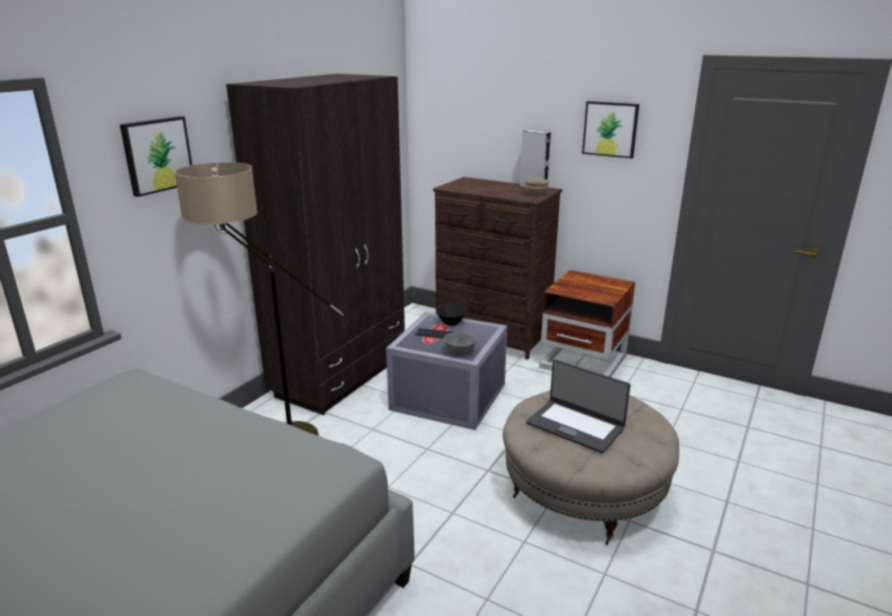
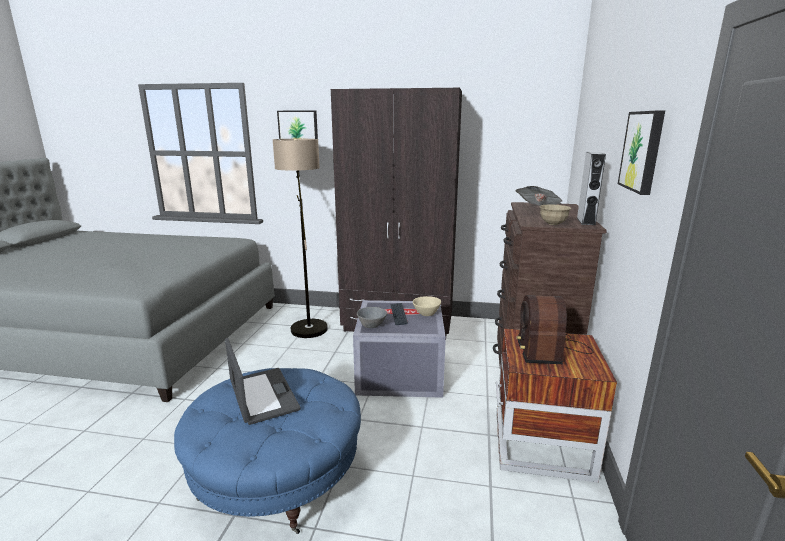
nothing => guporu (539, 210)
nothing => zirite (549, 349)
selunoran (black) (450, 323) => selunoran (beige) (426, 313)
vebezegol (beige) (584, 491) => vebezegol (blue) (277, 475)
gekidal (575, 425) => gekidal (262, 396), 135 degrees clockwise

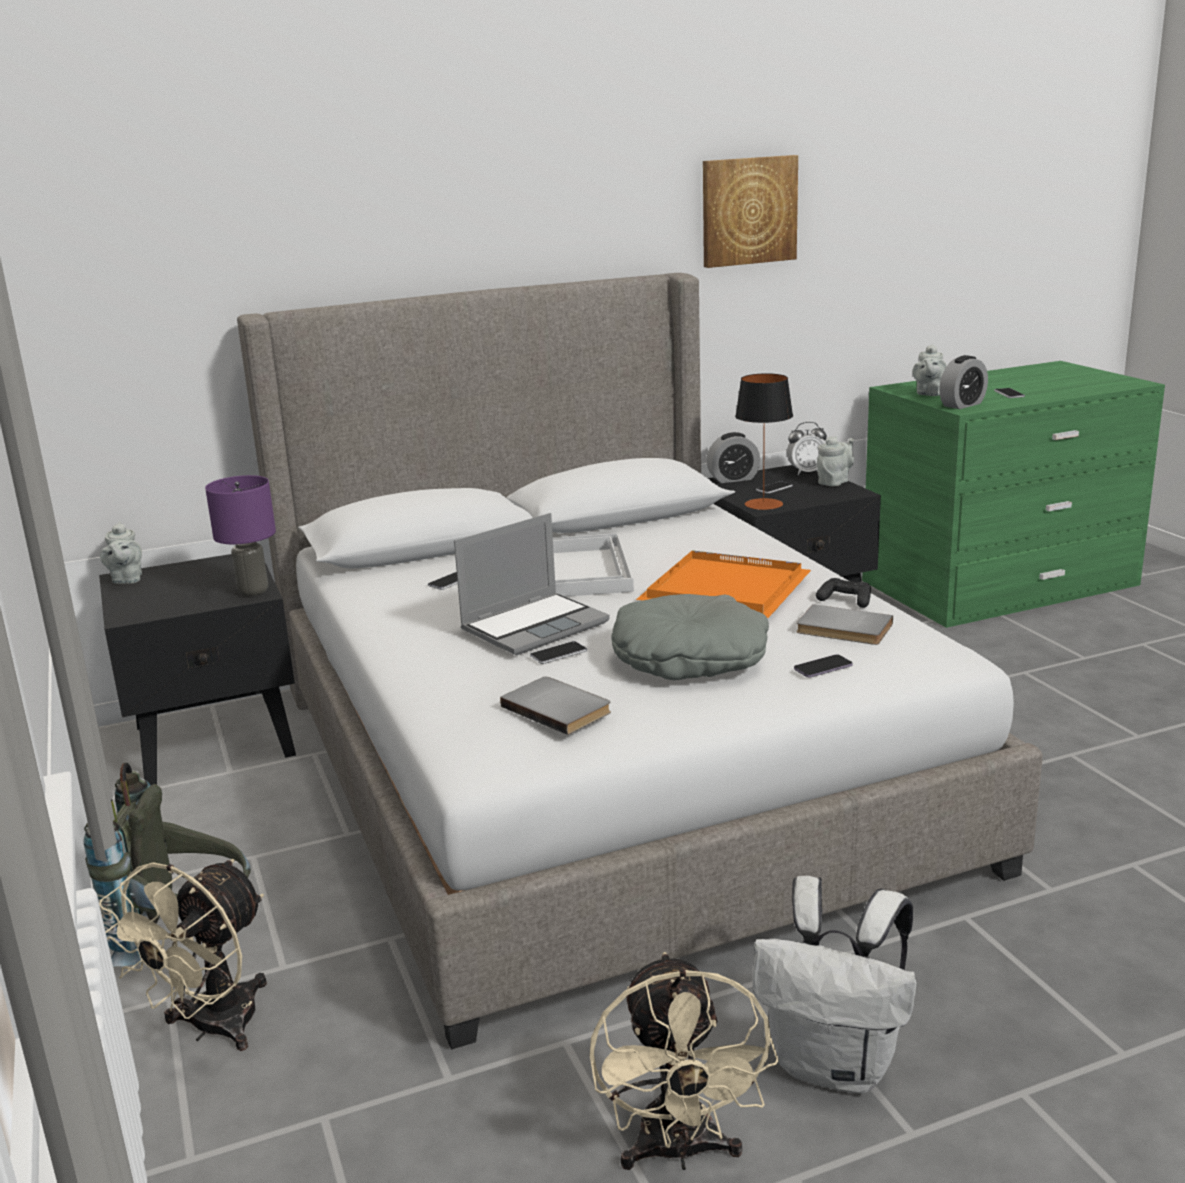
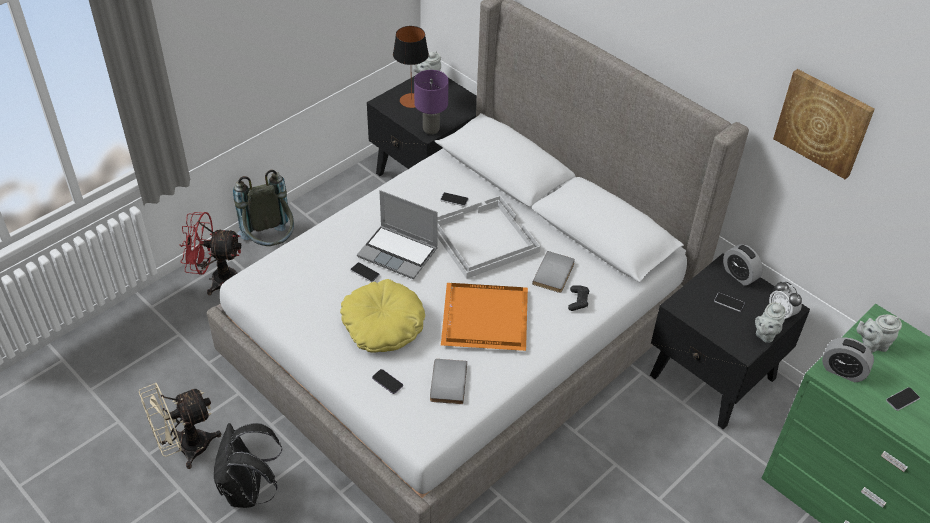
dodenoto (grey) (559, 708) => dodenoto (grey) (555, 274), moved
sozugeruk (763, 504) => sozugeruk (411, 100), moved
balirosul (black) (845, 600) => balirosul (black) (578, 301), moved
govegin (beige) (211, 1029) => govegin (red) (217, 279)
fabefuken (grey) (689, 658) => fabefuken (yellow) (384, 325)
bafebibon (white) (836, 1064) => bafebibon (black) (248, 491)
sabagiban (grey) (834, 482) => sabagiban (grey) (765, 334), 105 degrees clockwise

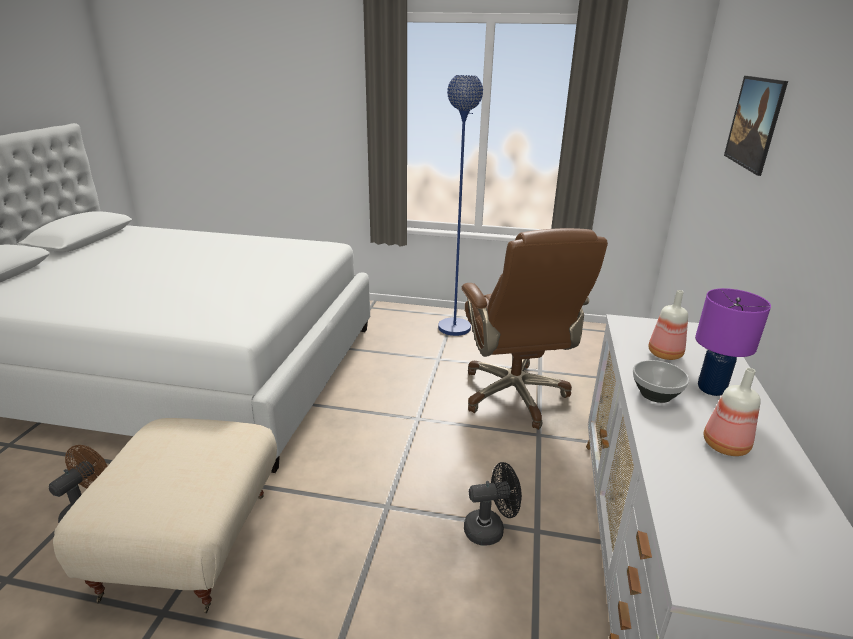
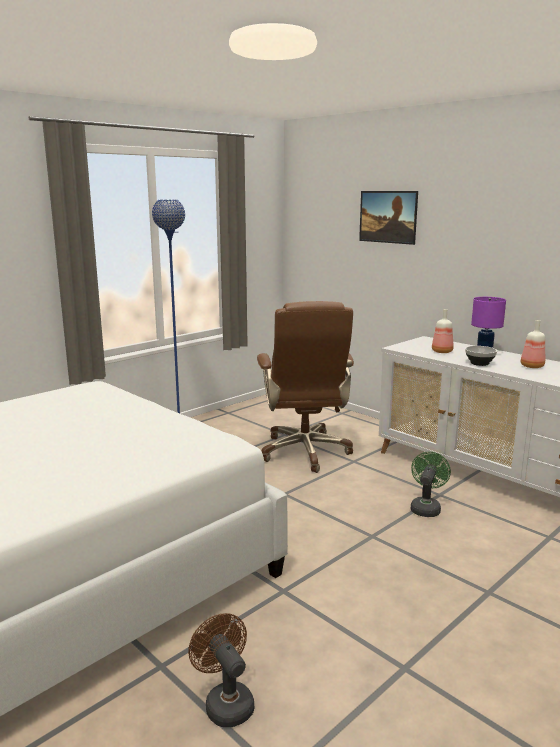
vebezegol (beige) (193, 544) => nothing
govegin (black) (490, 529) => govegin (green) (426, 508)
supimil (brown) (514, 397) => supimil (brown) (304, 453), 60 degrees clockwise

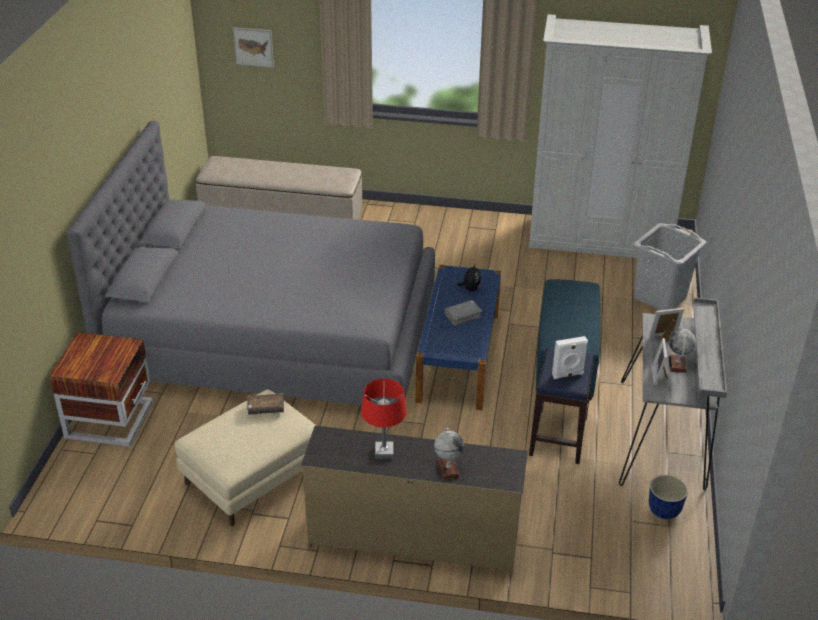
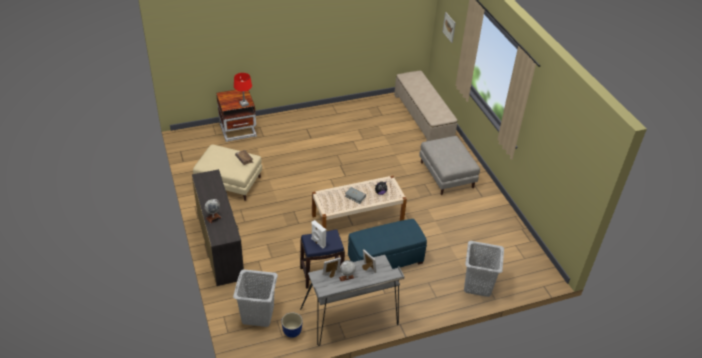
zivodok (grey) (273, 336) => nothing
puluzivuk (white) (600, 239) => nothing
nothing => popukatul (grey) (257, 314)
nothing => vebezegol (grey) (447, 175)
sozugeruk (red) (384, 452) => sozugeruk (red) (244, 104), moved
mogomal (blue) (458, 356) => mogomal (beige) (357, 218)

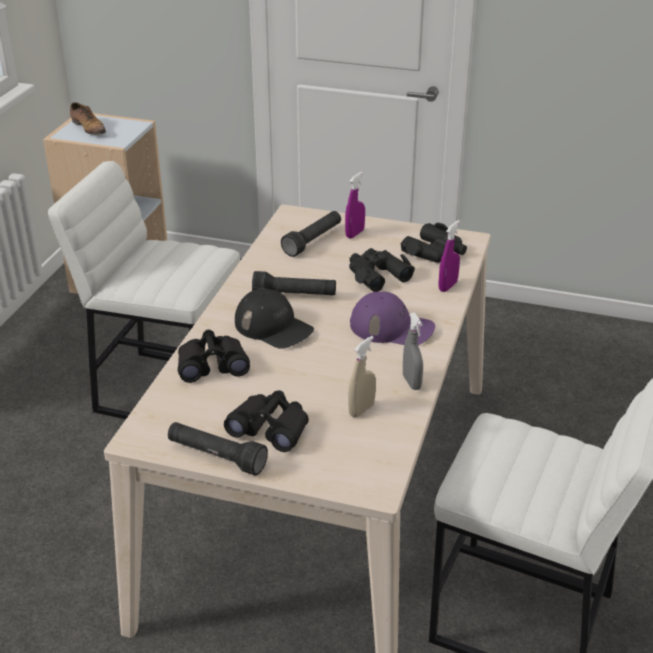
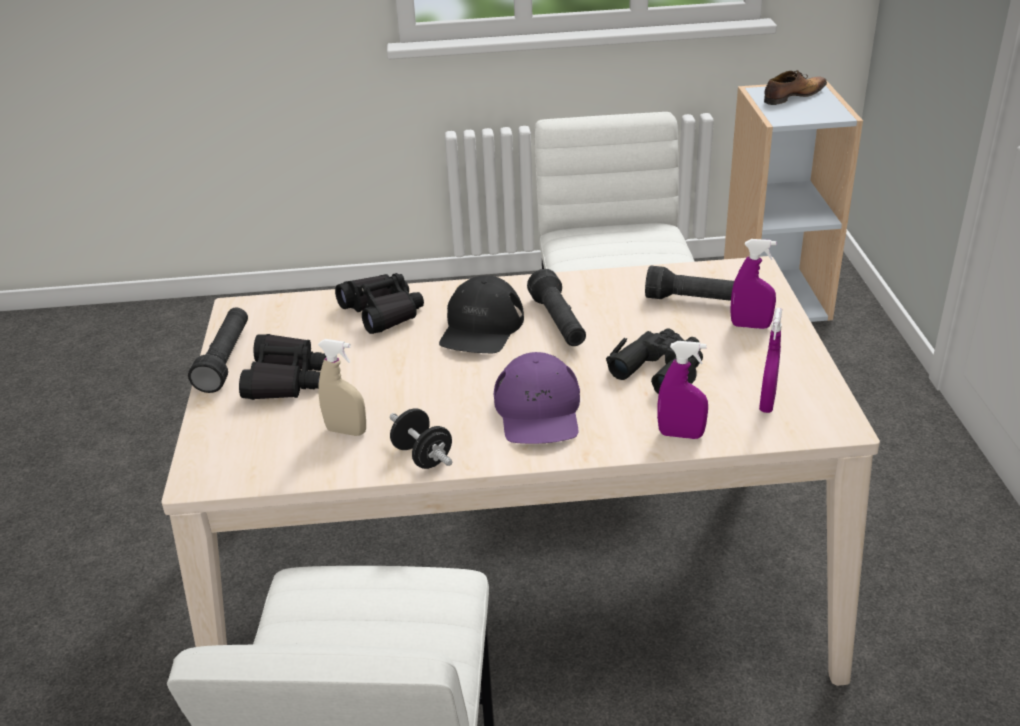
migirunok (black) (435, 252) => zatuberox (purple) (767, 403)
zatuberox (grey) (411, 382) => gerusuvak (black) (422, 456)
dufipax (89, 128) => dufipax (792, 96), 150 degrees counterclockwise

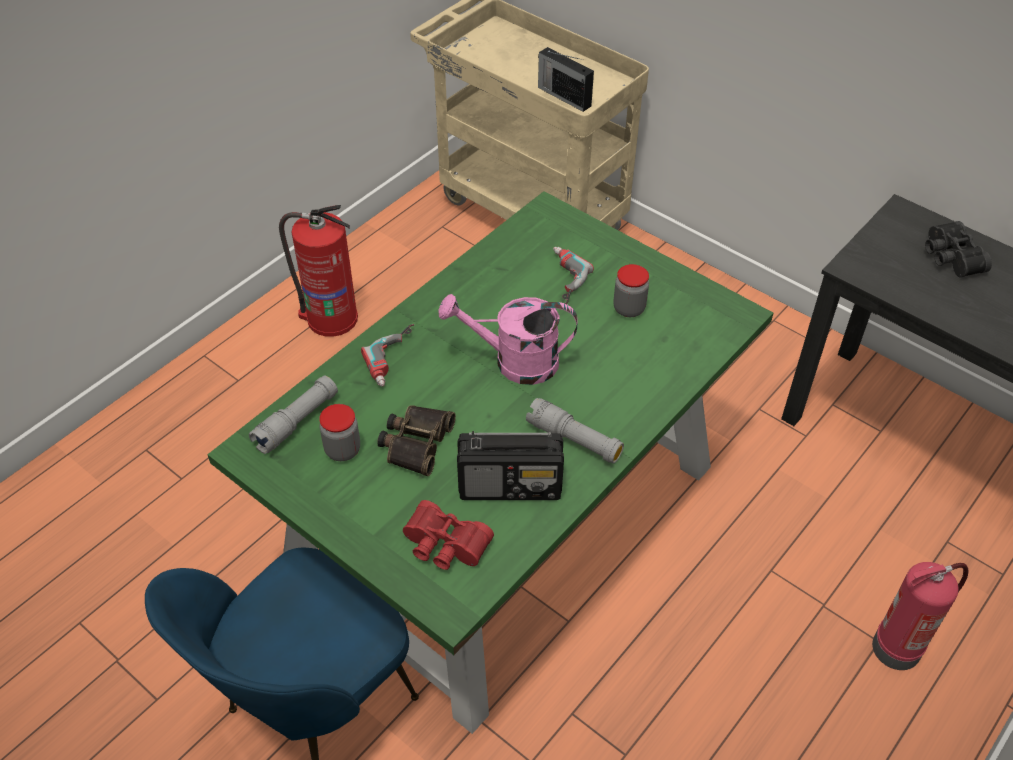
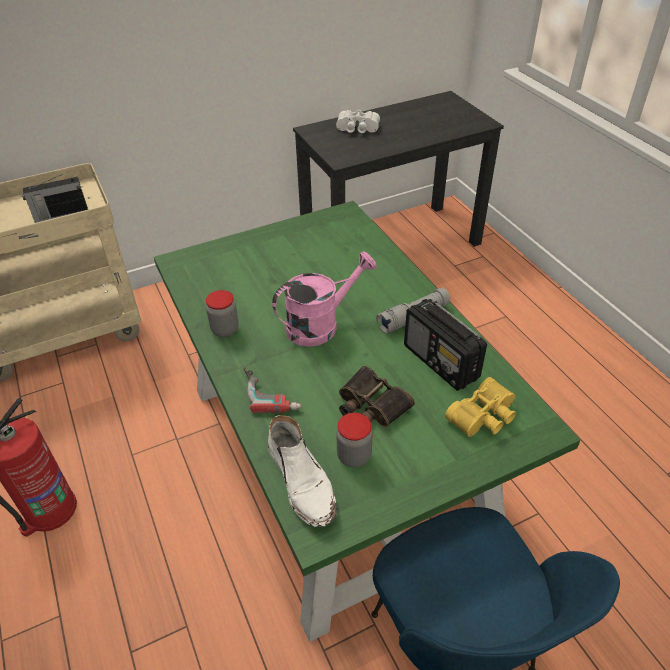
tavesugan (560, 278) => nothing
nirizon (898, 646) => nothing
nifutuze (629, 308) => nifutuze (225, 329), moved
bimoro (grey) (297, 422) => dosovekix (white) (303, 481)
migirunok (red) (444, 546) => migirunok (yellow) (484, 417)
migirunok (black) (949, 257) => migirunok (white) (357, 129)
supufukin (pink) (514, 362) => supufukin (pink) (320, 324), 150 degrees counterclockwise
zirite (511, 486) => zirite (441, 362), 120 degrees clockwise

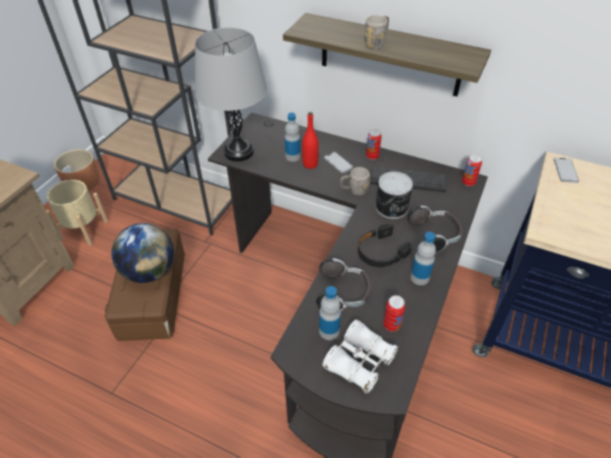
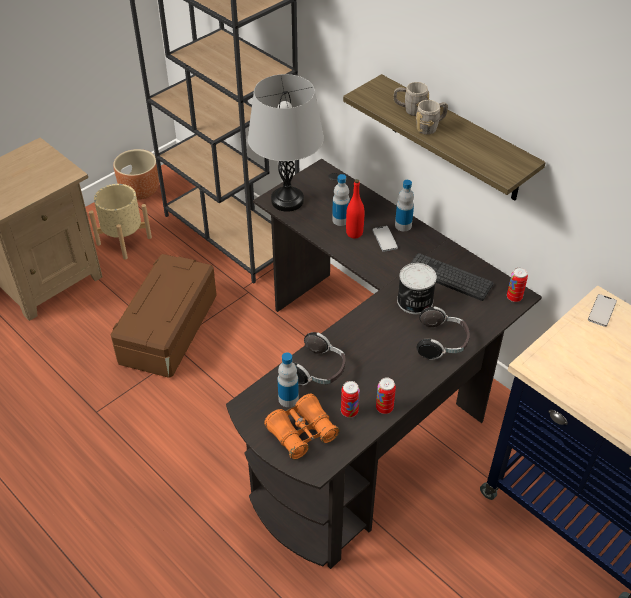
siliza (150, 271) => nothing
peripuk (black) (380, 252) => nothing
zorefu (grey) (354, 190) => zorefu (grey) (410, 110), moved
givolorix (372, 156) => givolorix (384, 408), moved
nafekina (419, 277) => nafekina (403, 225), moved
migirunok (white) (359, 362) => migirunok (orange) (302, 433)

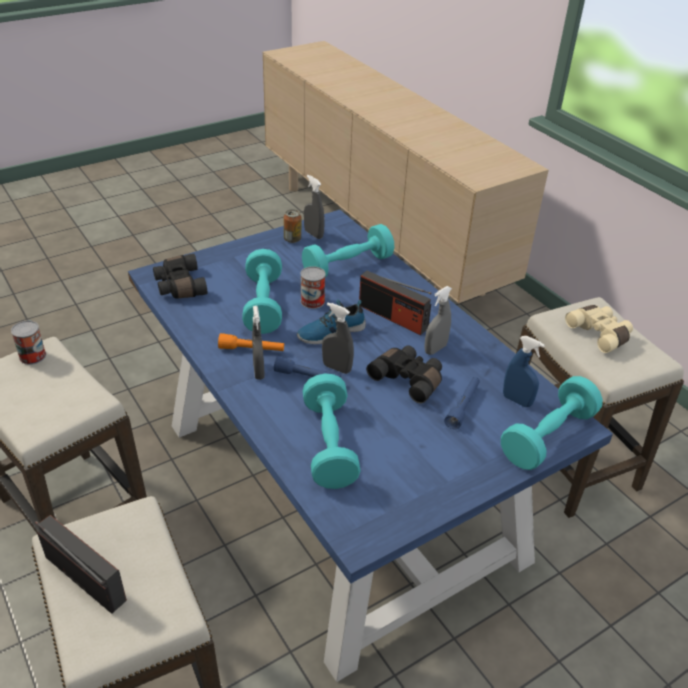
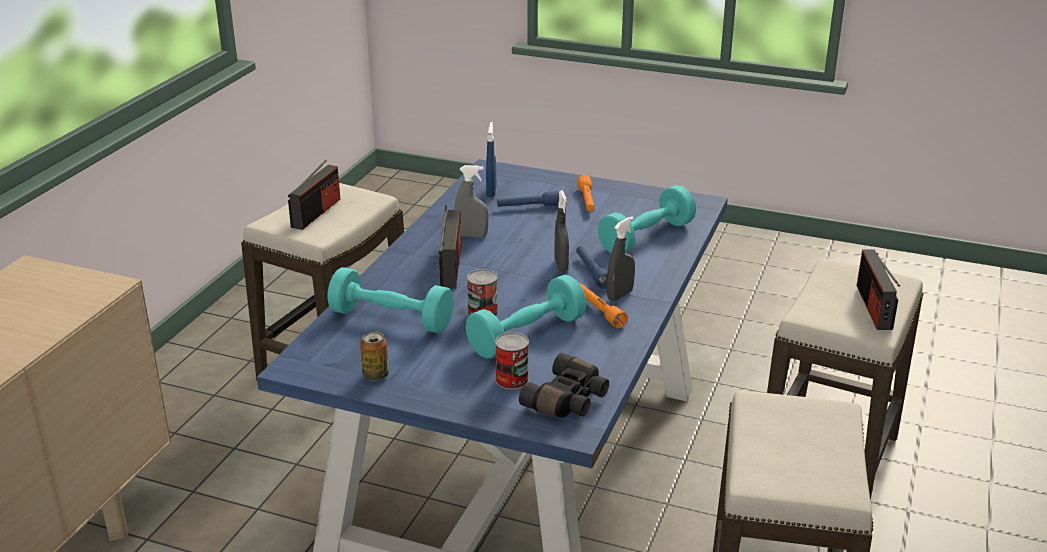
dufipax (330, 331) => nothing
zatuberox (grey) (313, 234) => nothing
migirunok (black) (408, 379) => nothing
gerusuvak (turquoise) (548, 437) => nothing
nothing => bimoro (orange) (587, 201)
givolorix (32, 356) => givolorix (512, 380), moved
migirunok (beige) (600, 334) => zirite (316, 213)

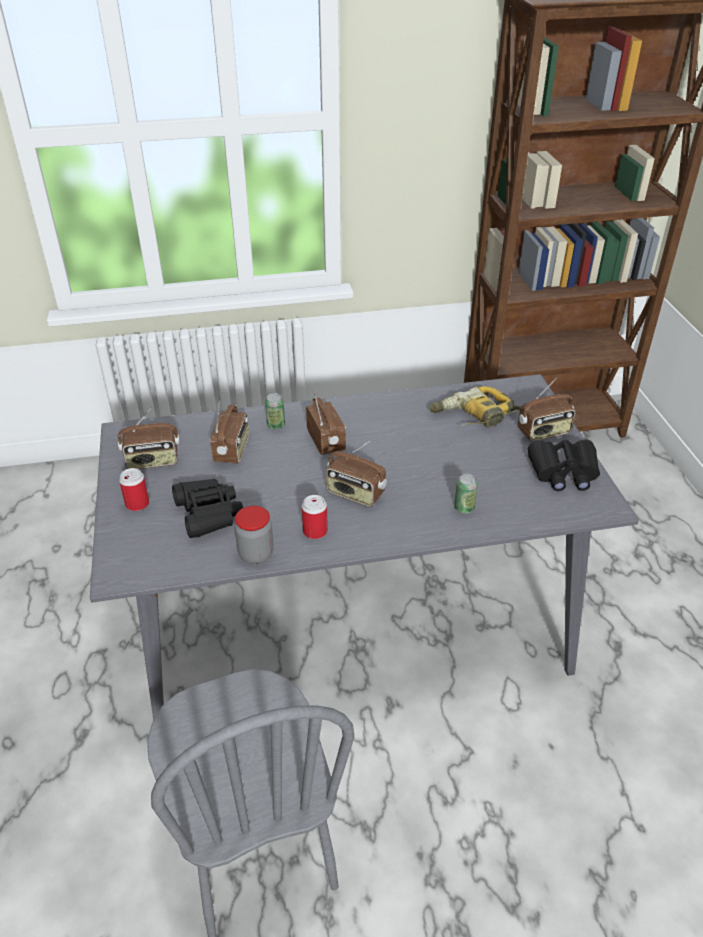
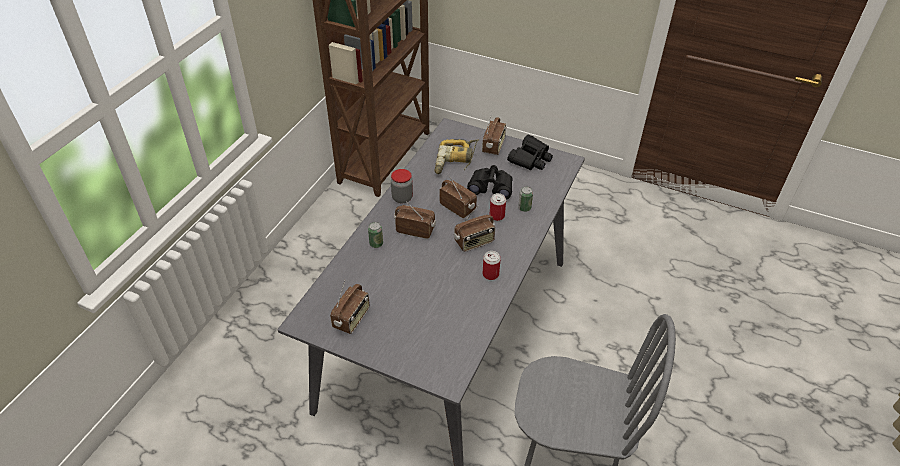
givolorix (137, 504) => givolorix (497, 216), moved
migirunok (black) (208, 513) => migirunok (black) (491, 187), moved
zirite (232, 450) => zirite (458, 207), moved
nifutuze (256, 554) => nifutuze (402, 198), moved

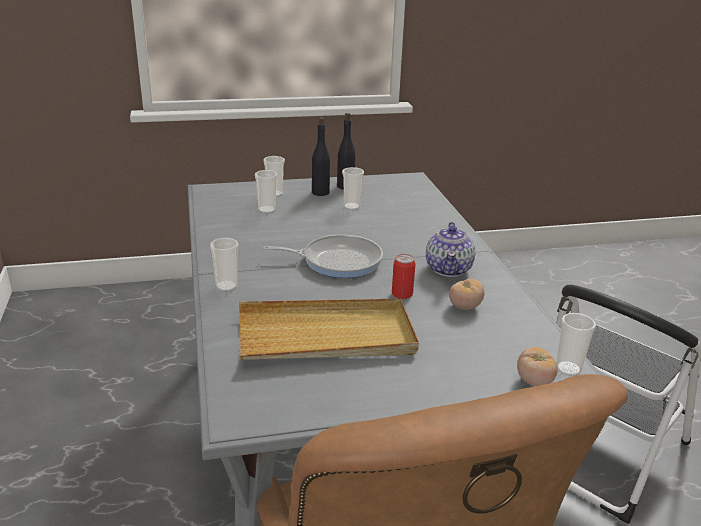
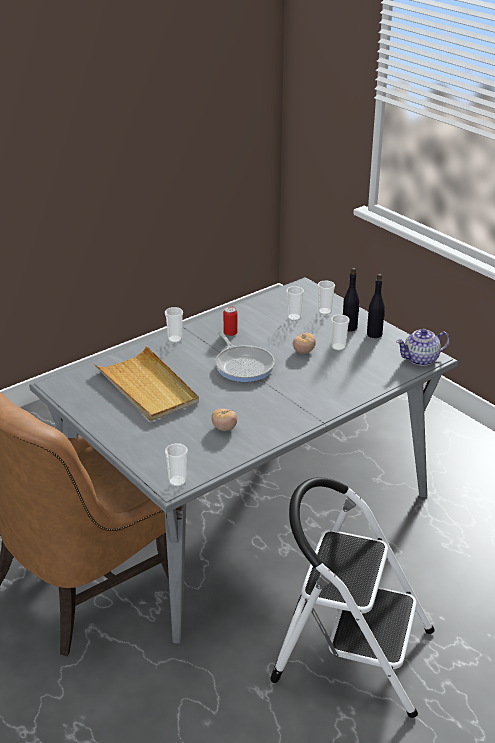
givolorix (402, 294) => givolorix (230, 332), moved
sabagiban (449, 269) => sabagiban (421, 359), moved
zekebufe (534, 381) => zekebufe (303, 351), moved

